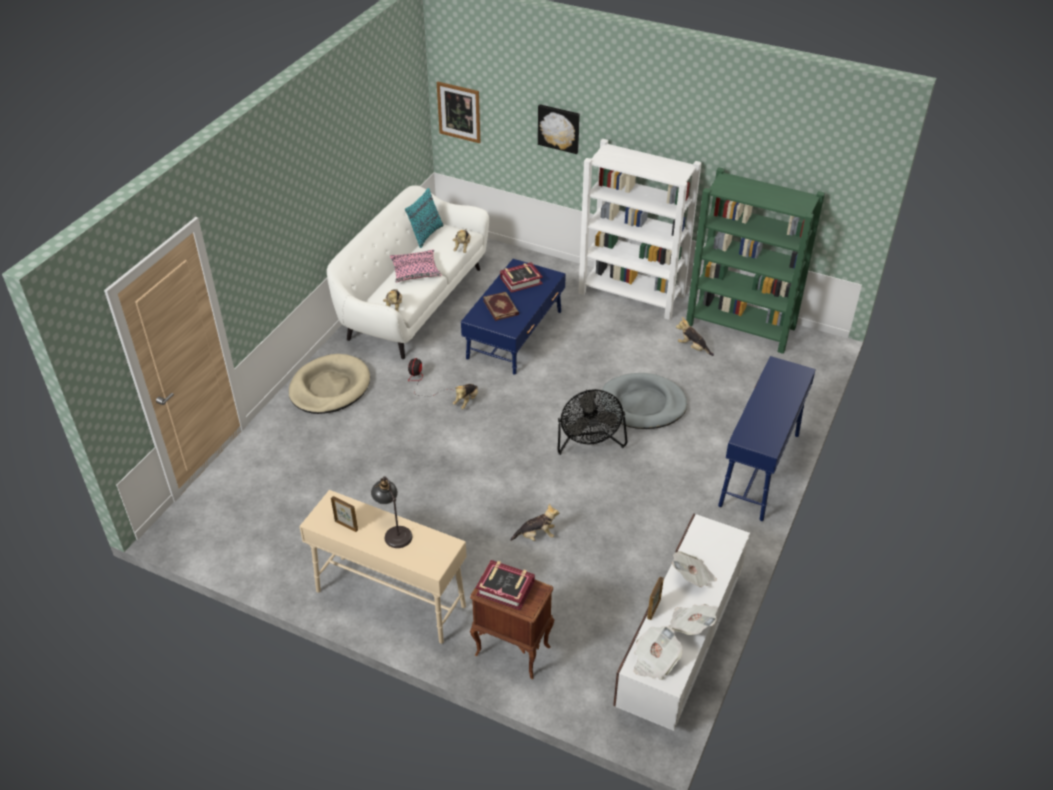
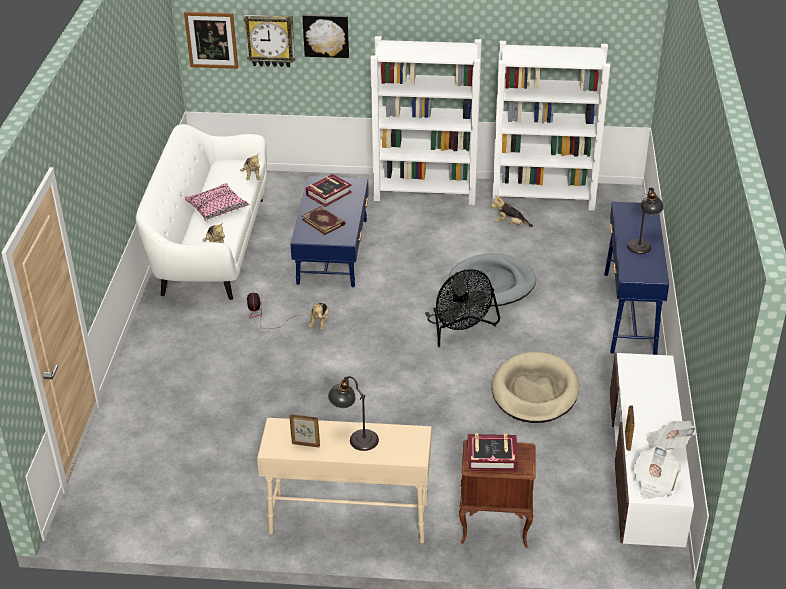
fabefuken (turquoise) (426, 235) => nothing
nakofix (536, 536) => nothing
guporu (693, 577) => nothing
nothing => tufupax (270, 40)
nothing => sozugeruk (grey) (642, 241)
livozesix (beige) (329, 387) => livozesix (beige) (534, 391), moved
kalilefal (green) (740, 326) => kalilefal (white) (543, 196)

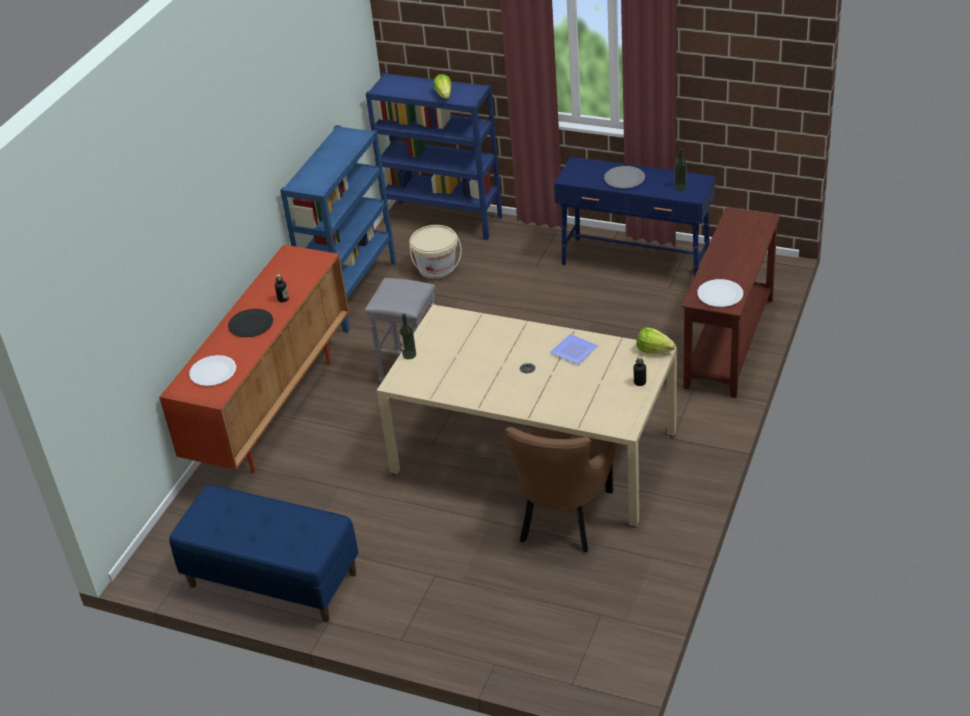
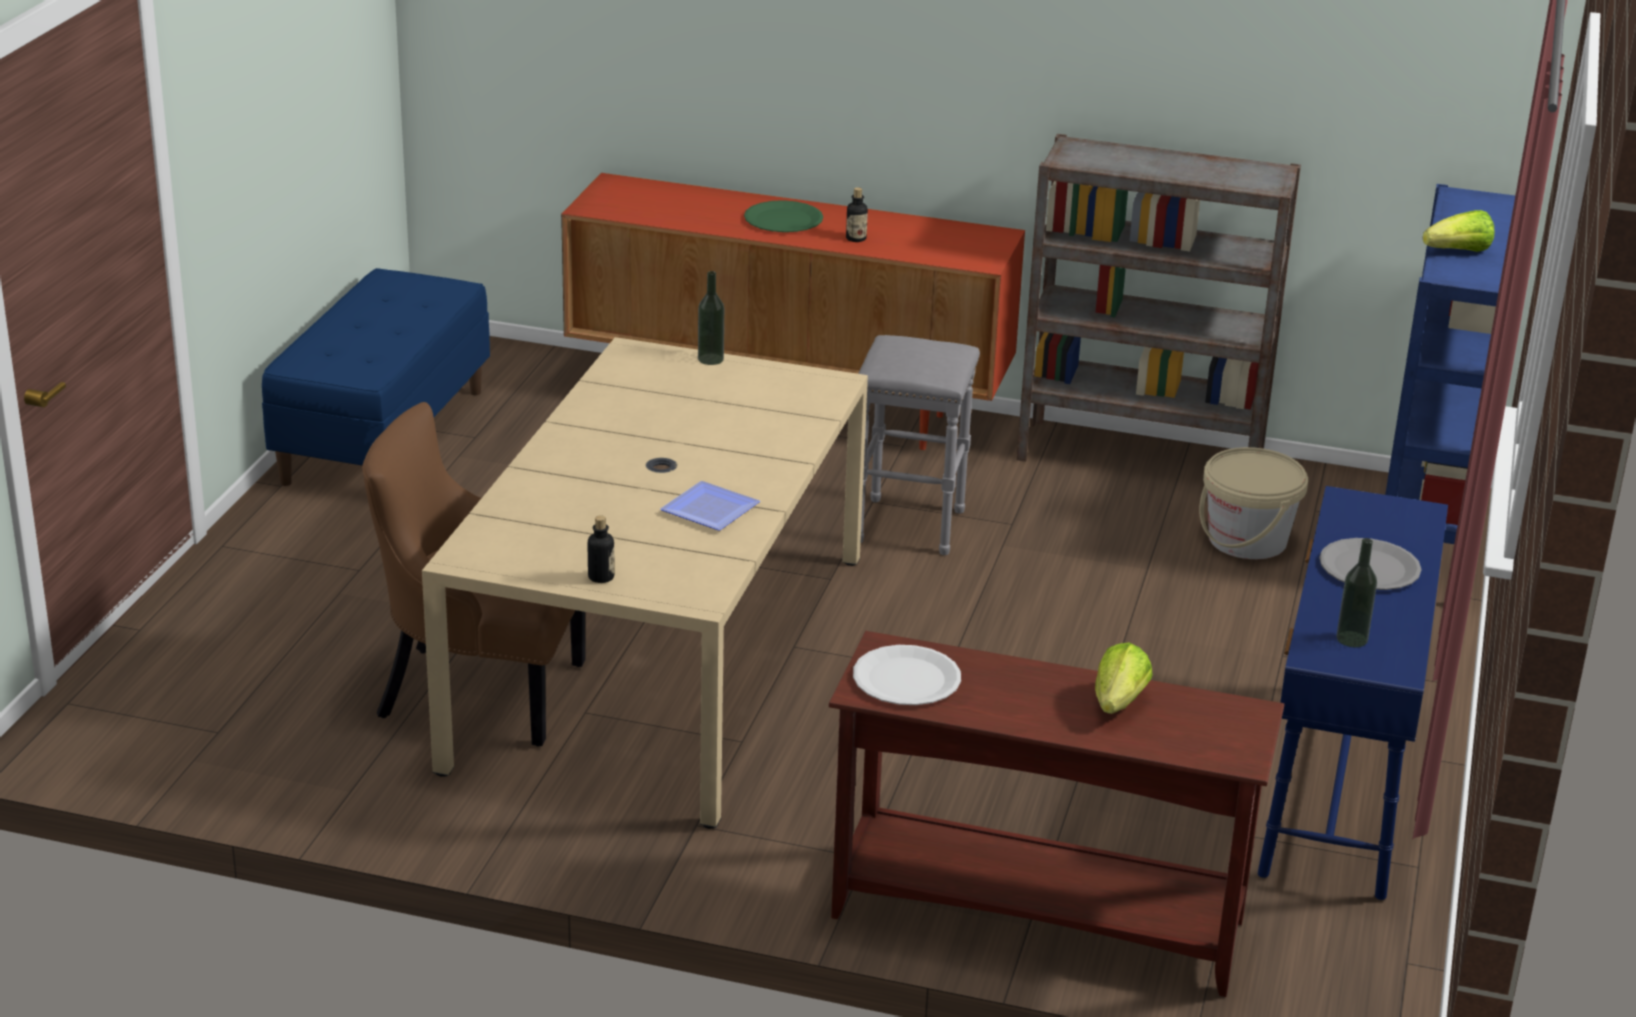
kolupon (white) (213, 372) => nothing
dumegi (654, 350) => dumegi (1118, 703), moved
kolupon (black) (251, 324) => kolupon (green) (783, 219)
kalilefal (blue) (352, 293) => kalilefal (grey) (1140, 458)

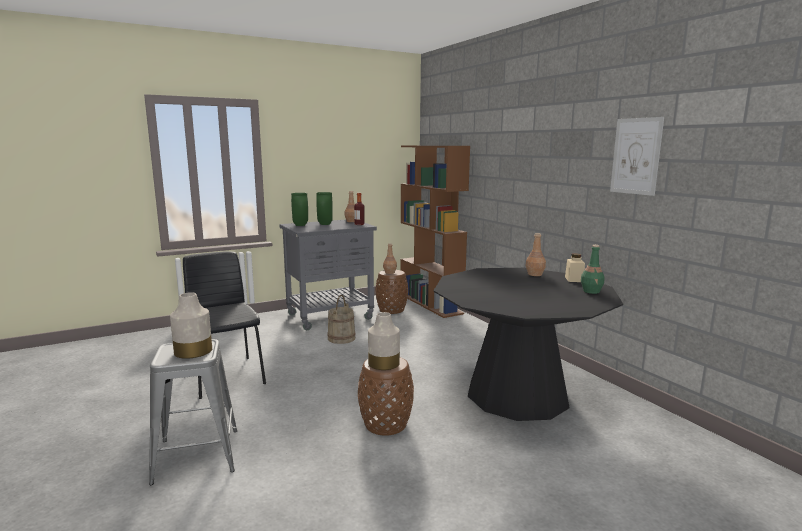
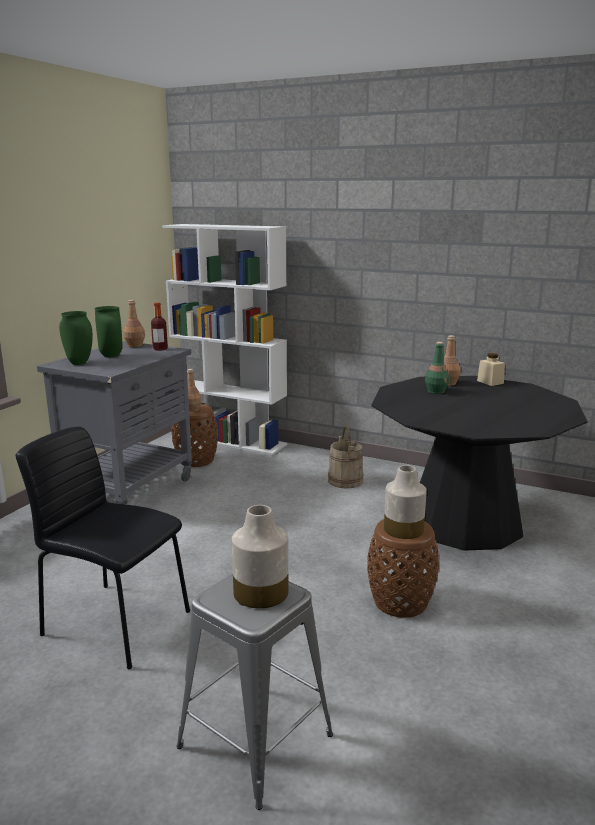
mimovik (636, 156) => nothing
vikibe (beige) (341, 338) => vikibe (beige) (345, 481), moved
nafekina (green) (591, 291) => nafekina (green) (436, 391), moved
kalilefal (brown) (431, 304) => kalilefal (white) (231, 440)

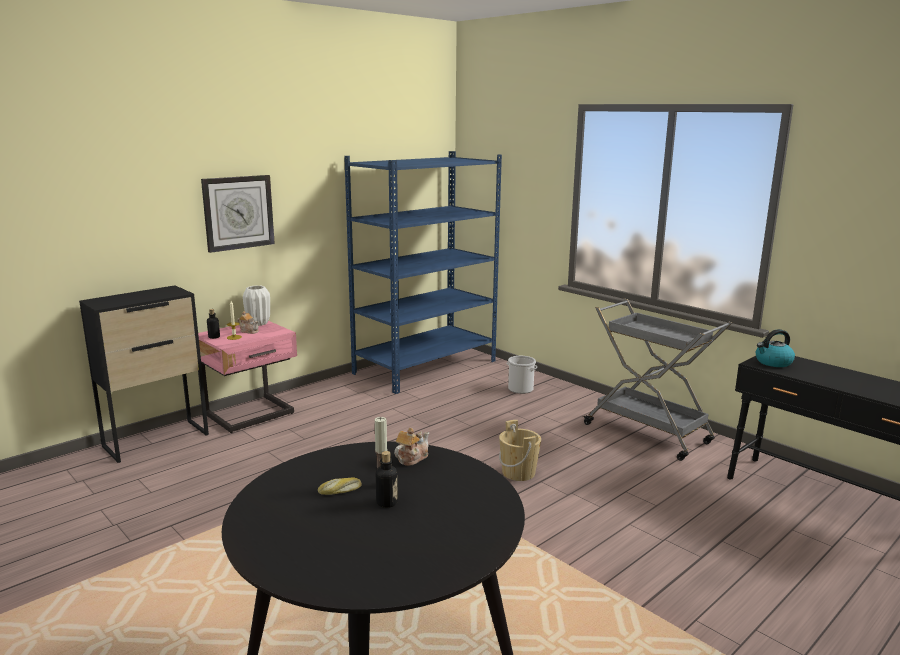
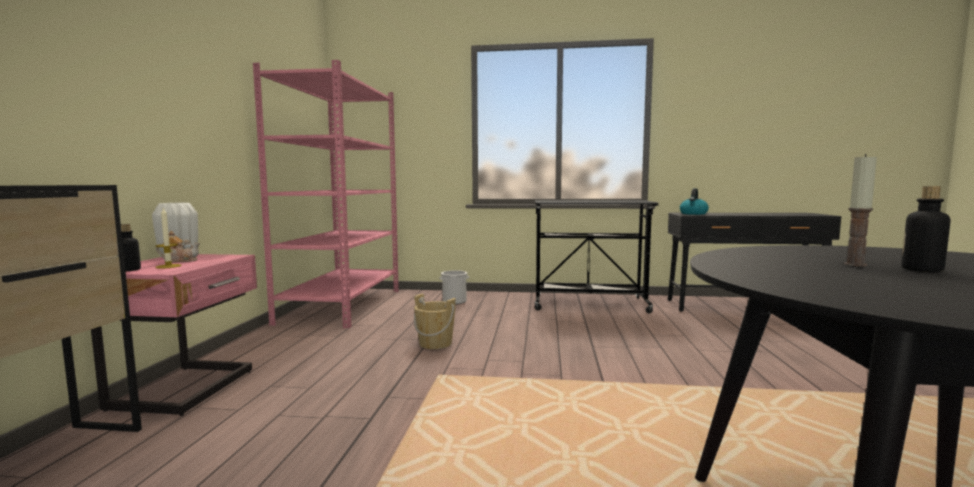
tufupax (238, 212) => nothing
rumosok (340, 491) => nothing
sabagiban (411, 458) => nothing
vikibe (beige) (518, 473) => vikibe (beige) (435, 343), moved
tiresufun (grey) (647, 434) => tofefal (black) (590, 303)
kalilefal (blue) (425, 367) => kalilefal (pink) (342, 306)

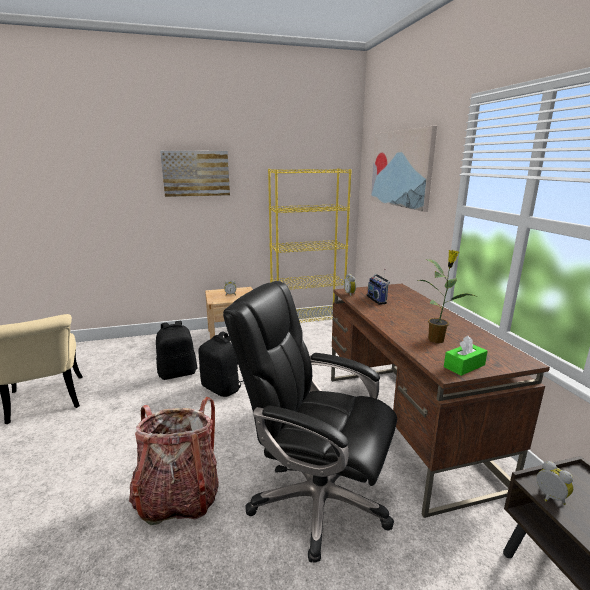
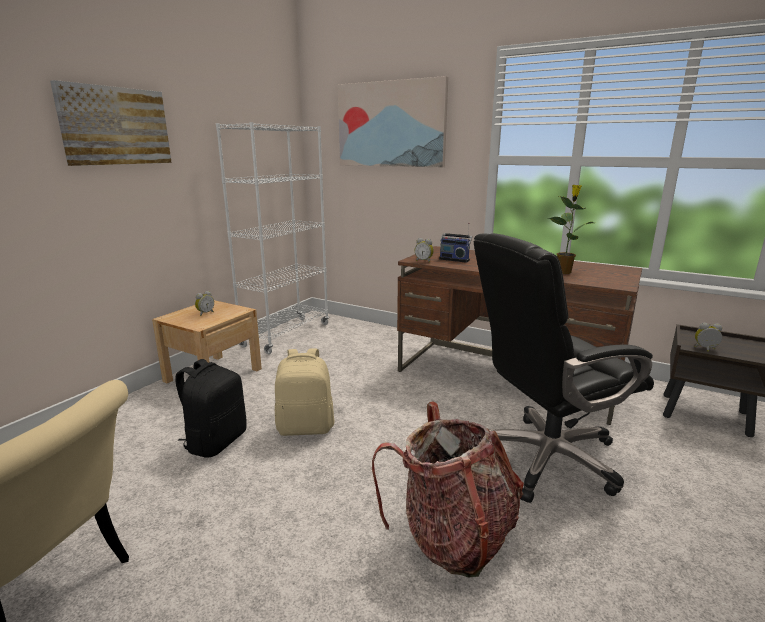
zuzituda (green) (464, 366) => nothing
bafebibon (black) (222, 388) => bafebibon (beige) (306, 427)
kalilefal (yellow) (307, 325) => kalilefal (white) (286, 335)

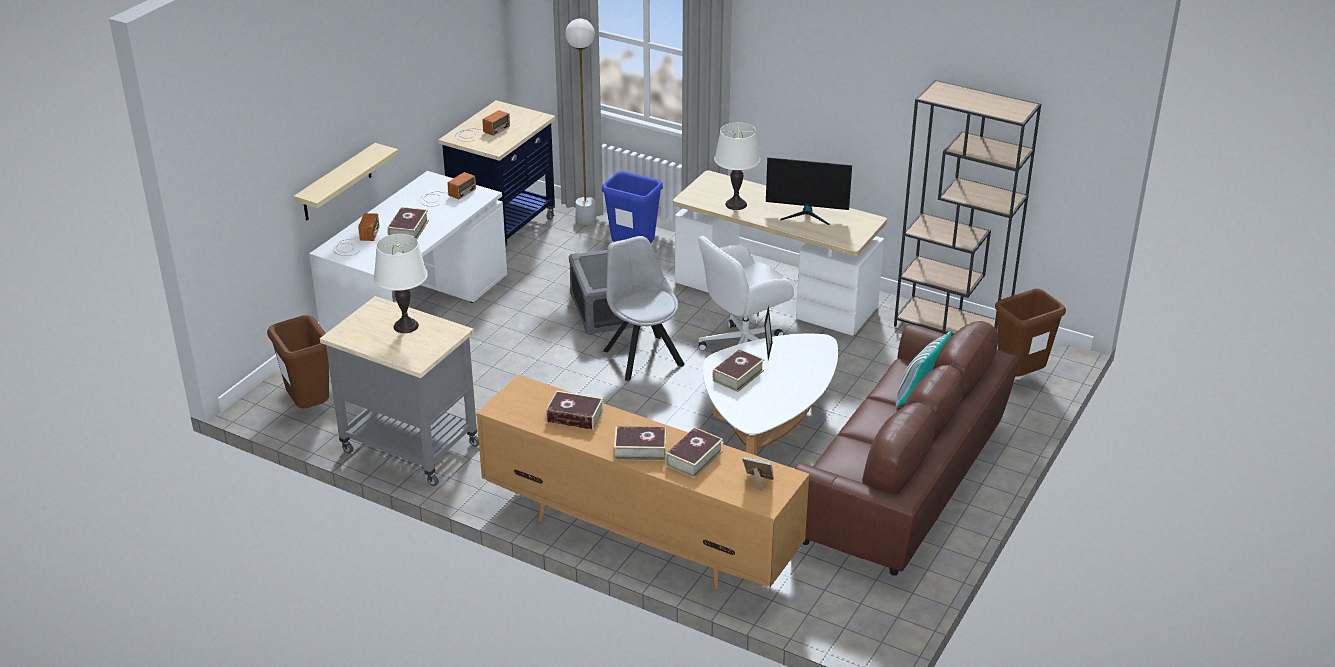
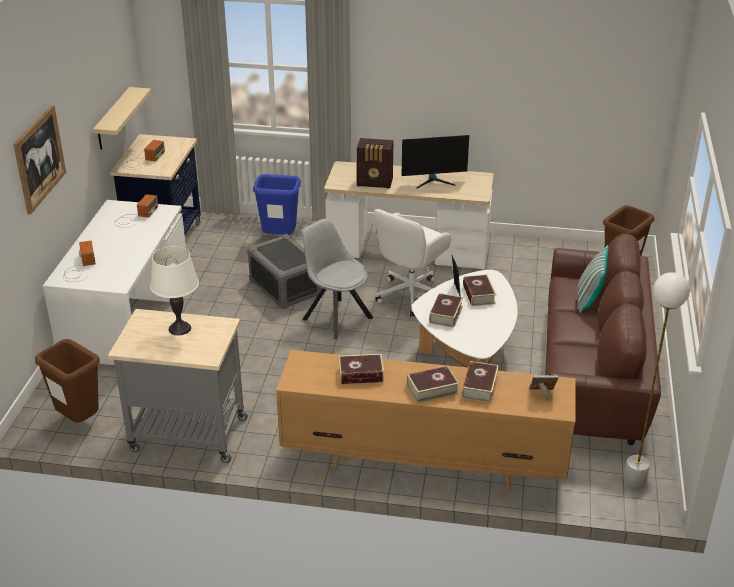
kalilefal (952, 328) => nothing
nothing => mimovik (39, 159)
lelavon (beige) (337, 183) => lelavon (beige) (113, 119), moved
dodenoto (408, 229) => dodenoto (478, 294), moved
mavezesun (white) (586, 220) => mavezesun (white) (635, 480), moved
sozugeruk (white) (736, 204) => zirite (375, 182)

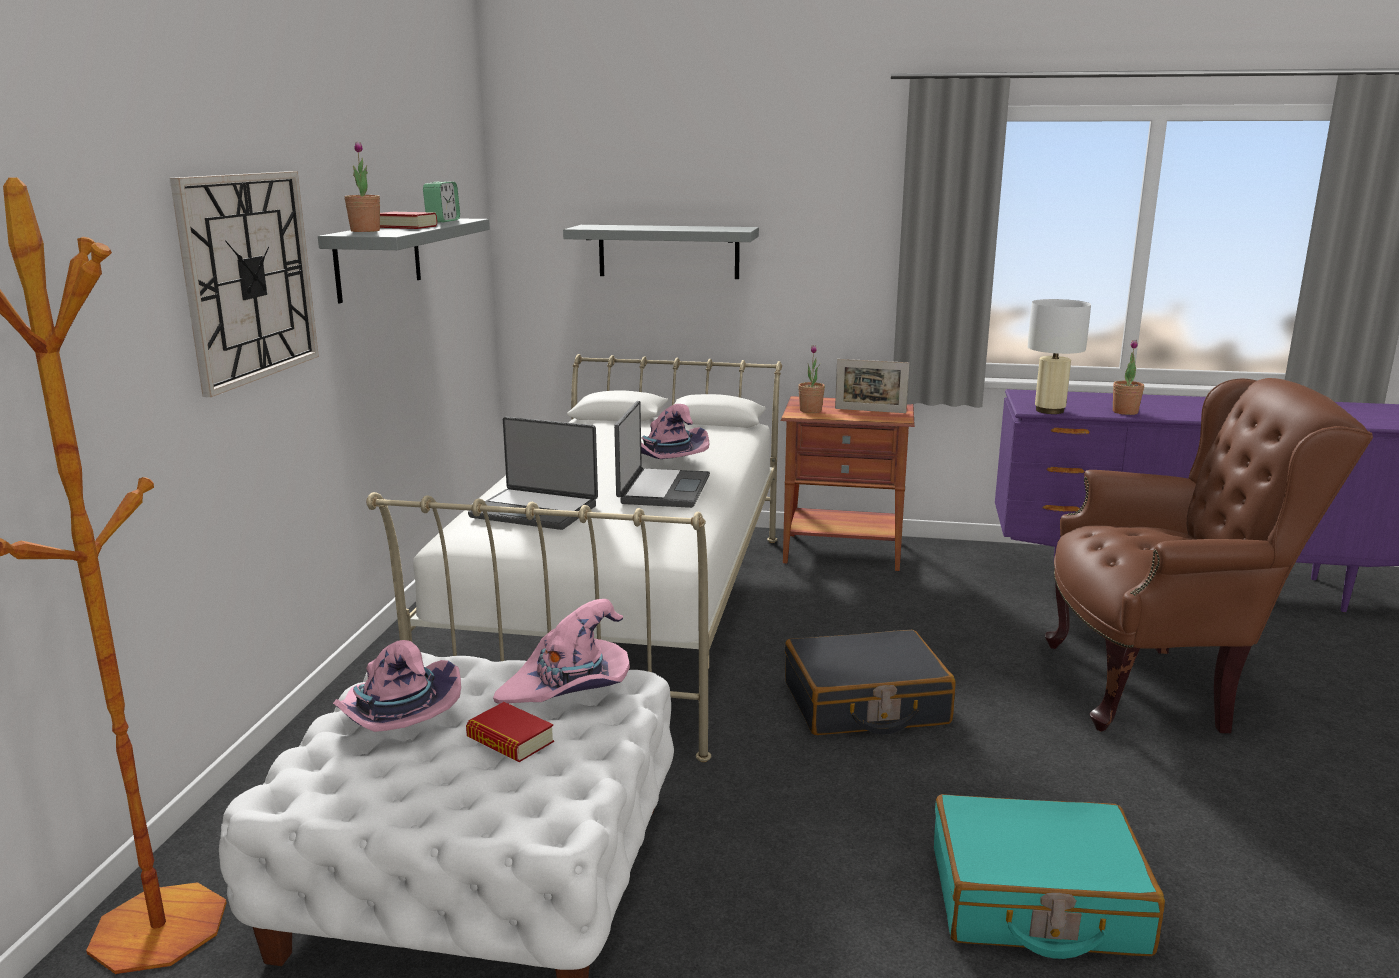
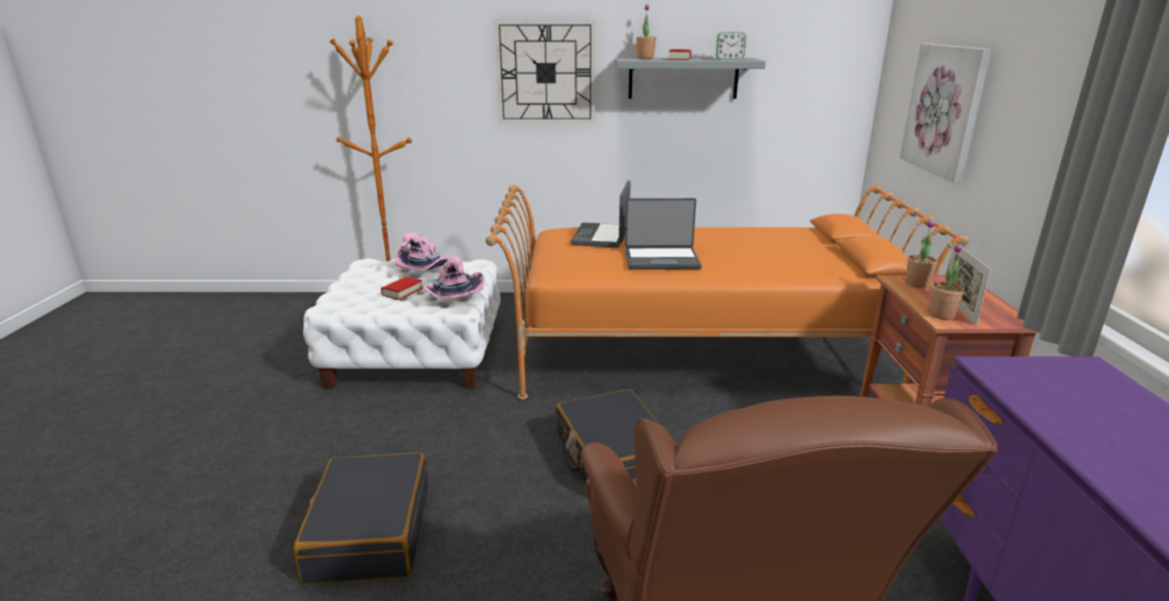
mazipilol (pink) (666, 460) => nothing
sozugeruk (white) (1050, 411) => nothing
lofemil (1125, 412) => lofemil (941, 314), moved
lelavon (grey) (668, 251) => mimovik (945, 110)
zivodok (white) (625, 618) => zivodok (orange) (697, 353)
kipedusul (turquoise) (1036, 901) => kipedusul (black) (369, 532)

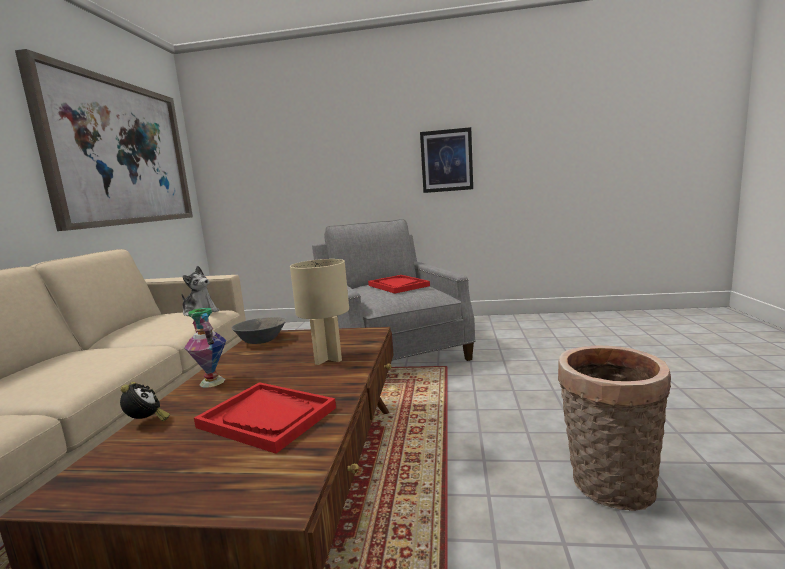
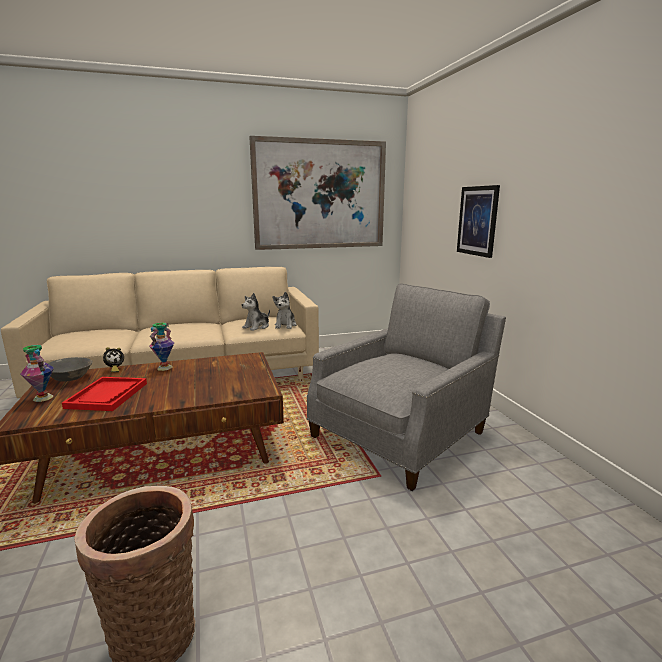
sozugeruk (beige) (327, 358) => nothing
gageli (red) (398, 286) => nothing
nothing => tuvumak (43, 397)
nothing => nakofix (257, 327)
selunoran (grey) (261, 341) => selunoran (grey) (69, 378), moved
mimovik (446, 161) => mimovik (477, 221), moved

